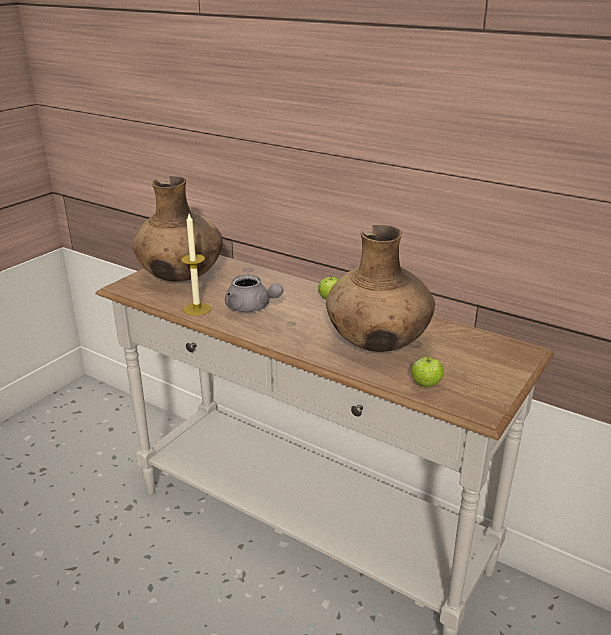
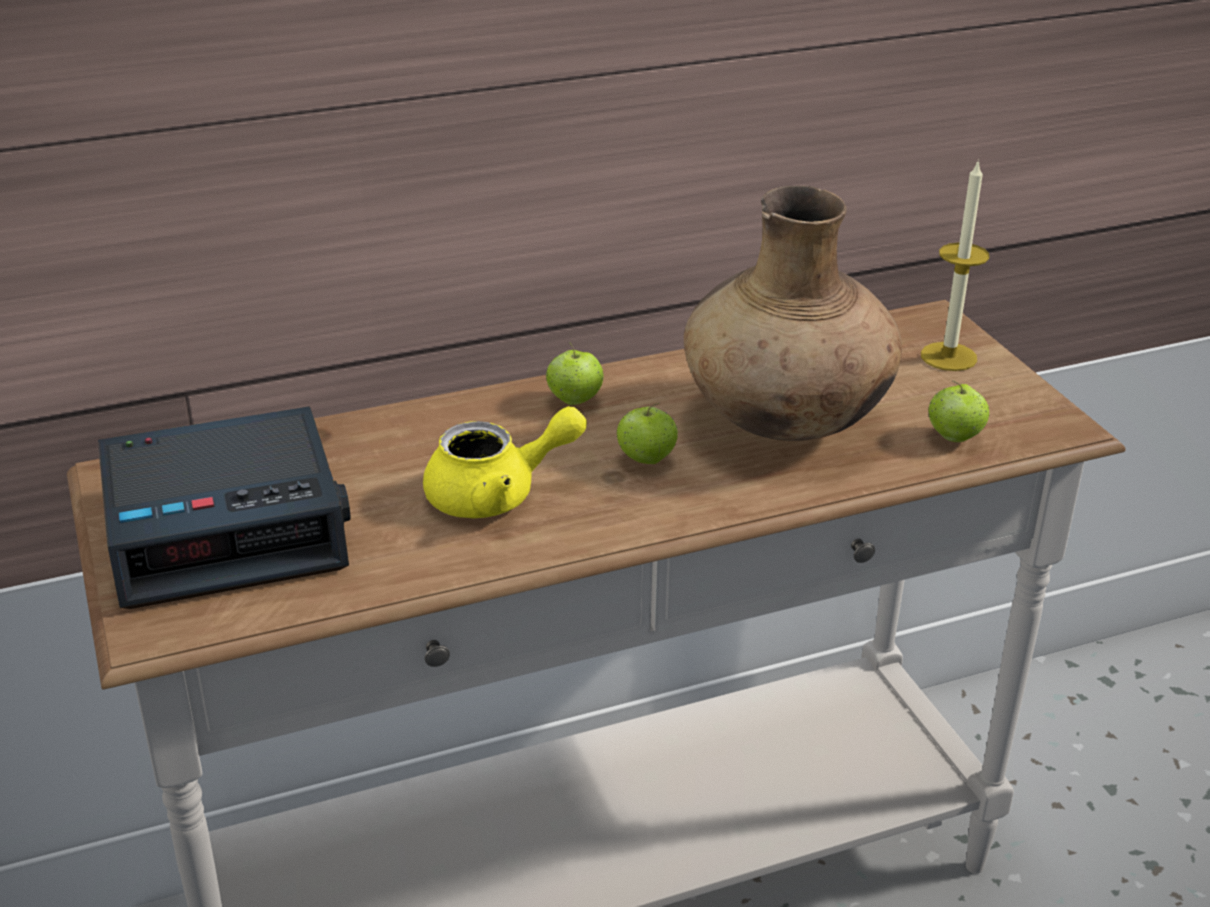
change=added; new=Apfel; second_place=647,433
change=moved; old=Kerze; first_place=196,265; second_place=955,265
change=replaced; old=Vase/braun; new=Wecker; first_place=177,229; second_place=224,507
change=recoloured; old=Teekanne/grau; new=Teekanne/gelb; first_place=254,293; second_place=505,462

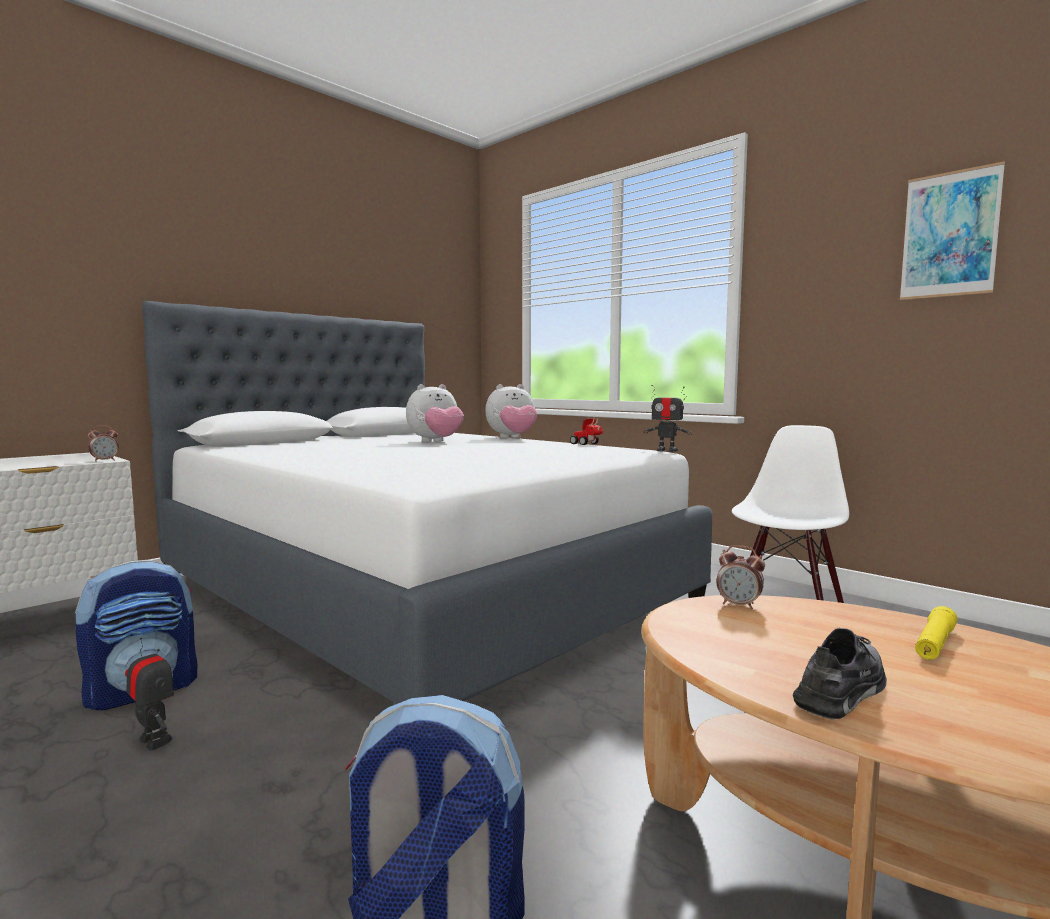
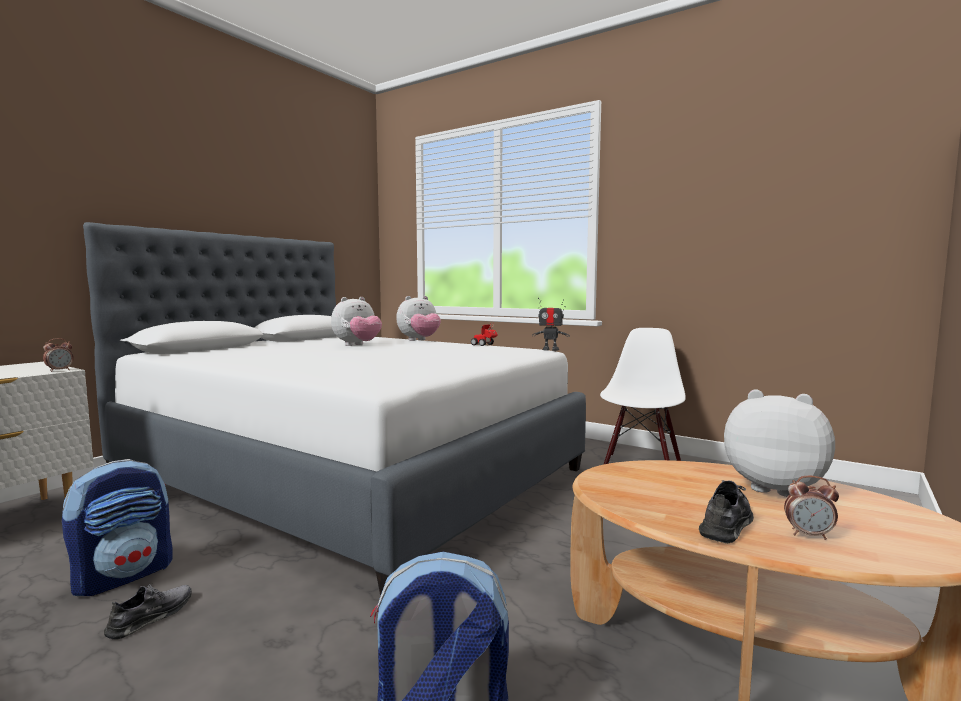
change=removed; old=Bild; first_place=952,230
change=moved; old=Wecker; first_place=740,577; second_place=811,508
change=replaced; old=Spielzeugroboter; new=Schuh/grau; first_place=150,694; second_place=148,611
change=replaced; old=Taschenlampe/gelb; new=Plüschtier; first_place=936,633; second_place=779,443

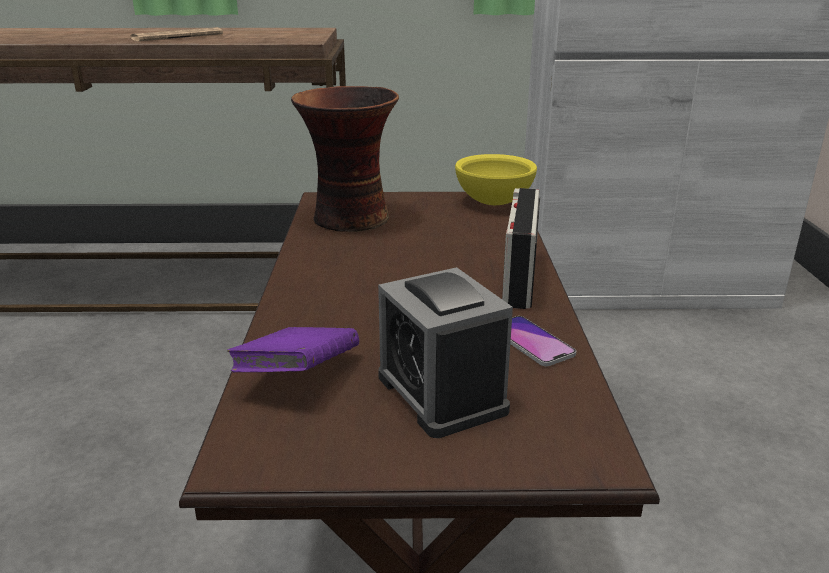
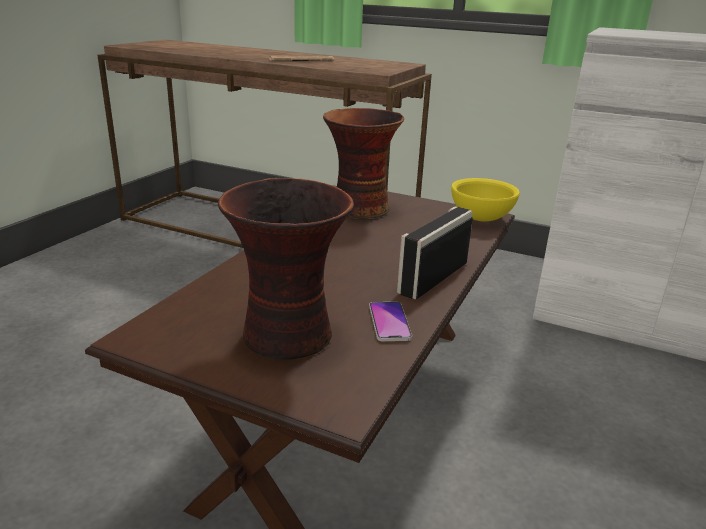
change=removed; old=Buch/lila; first_place=293,349
change=replaced; old=Wecker; new=Vase; first_place=445,352; second_place=286,269

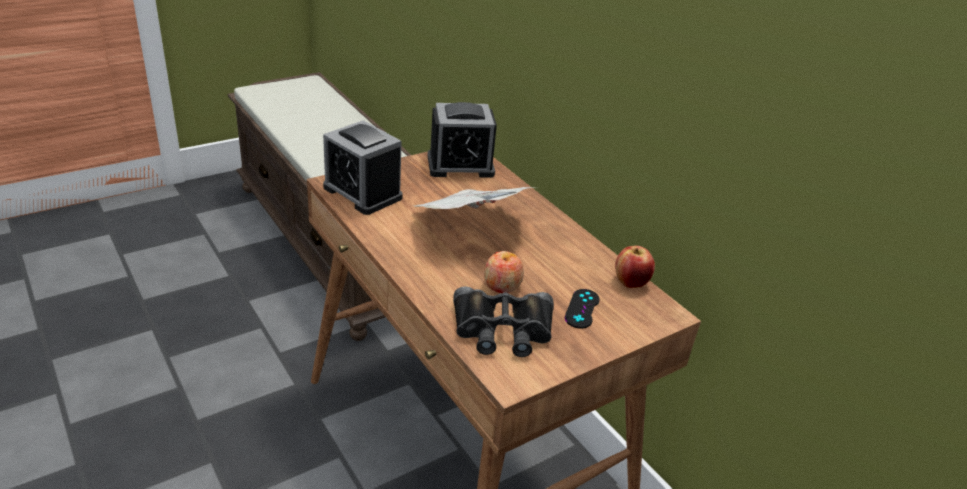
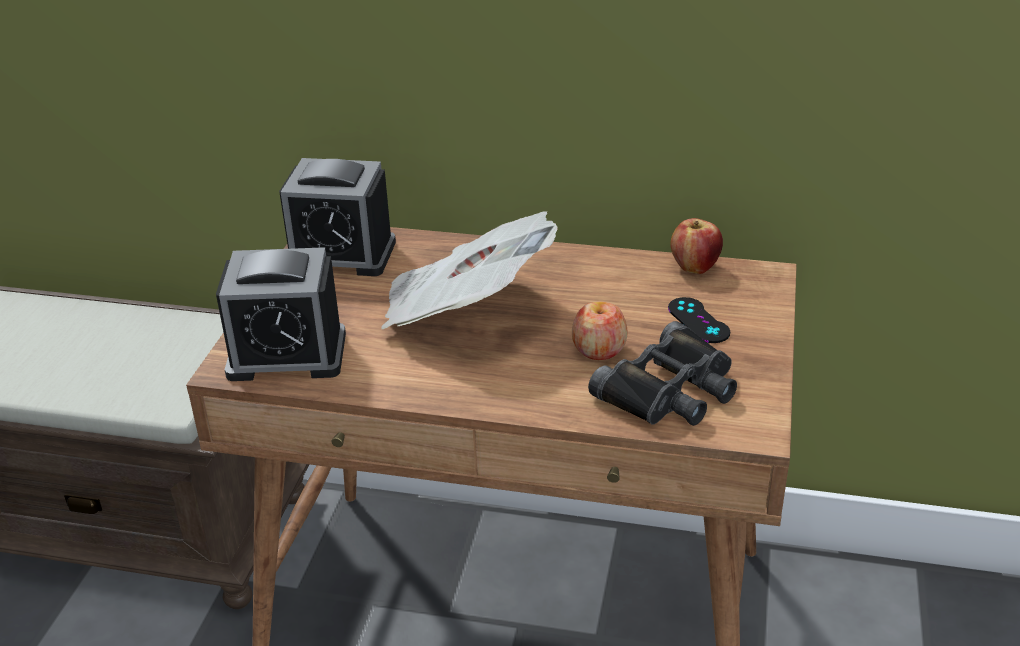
change=turned; old=Wecker; first_place=462,139; second_place=337,217; degrees=60

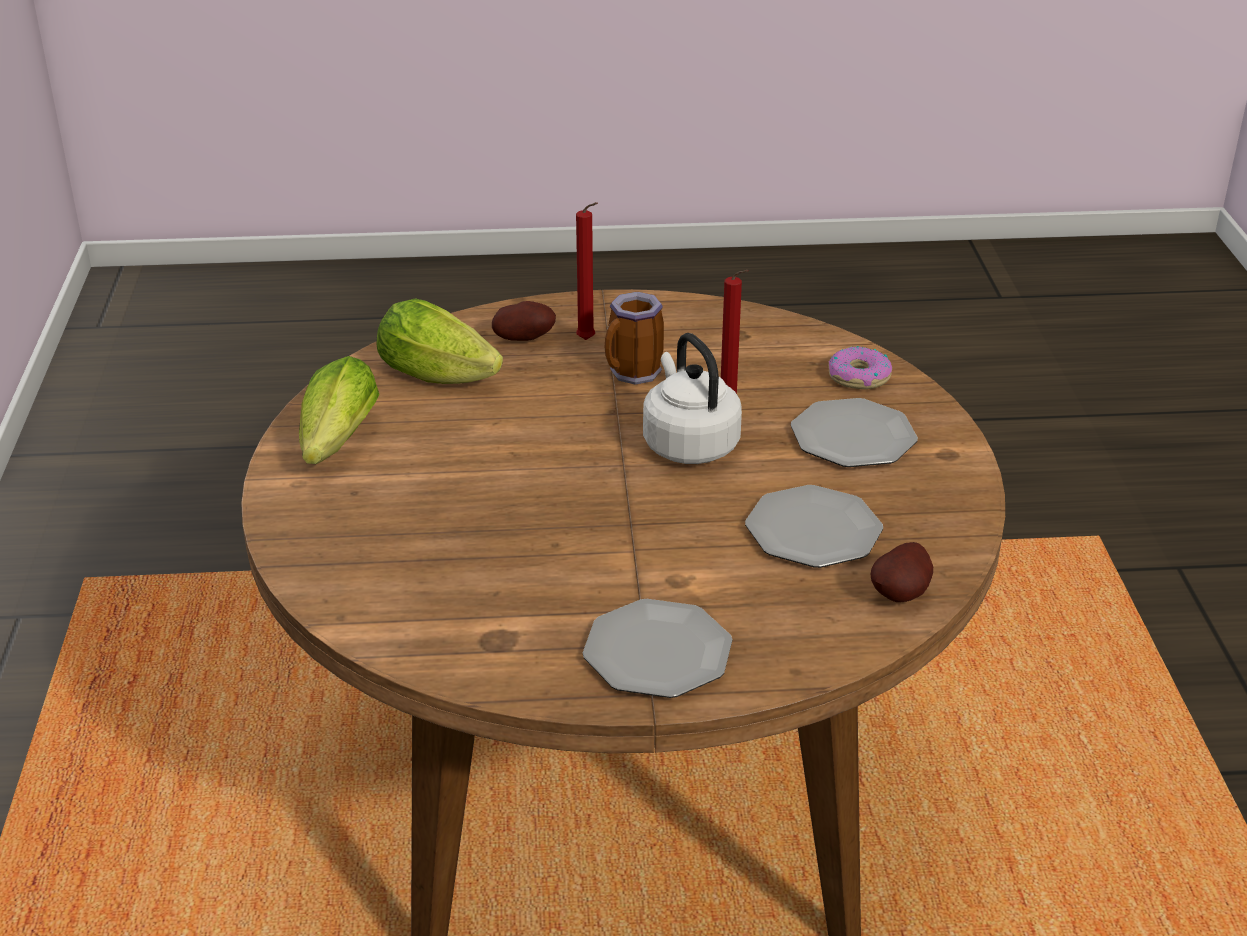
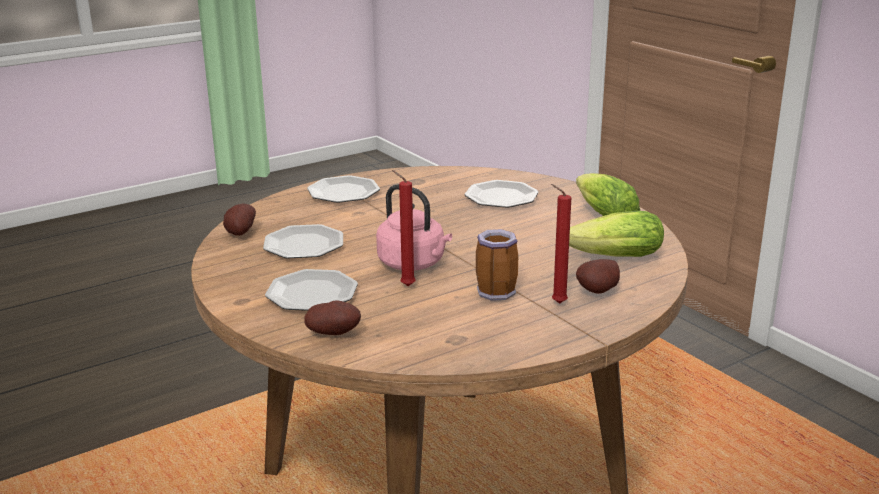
change=added; new=Teller; second_place=502,194
change=replaced; old=Donut; new=Kartoffel; first_place=860,367; second_place=332,317
change=recoloured; old=Wasserkessel/weiß; new=Wasserkessel/rosa; first_place=692,398; second_place=414,227

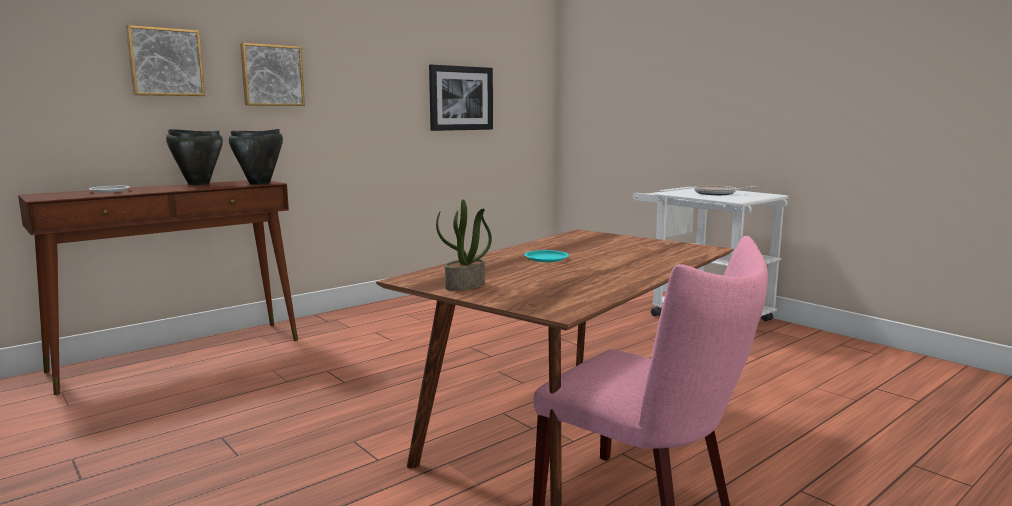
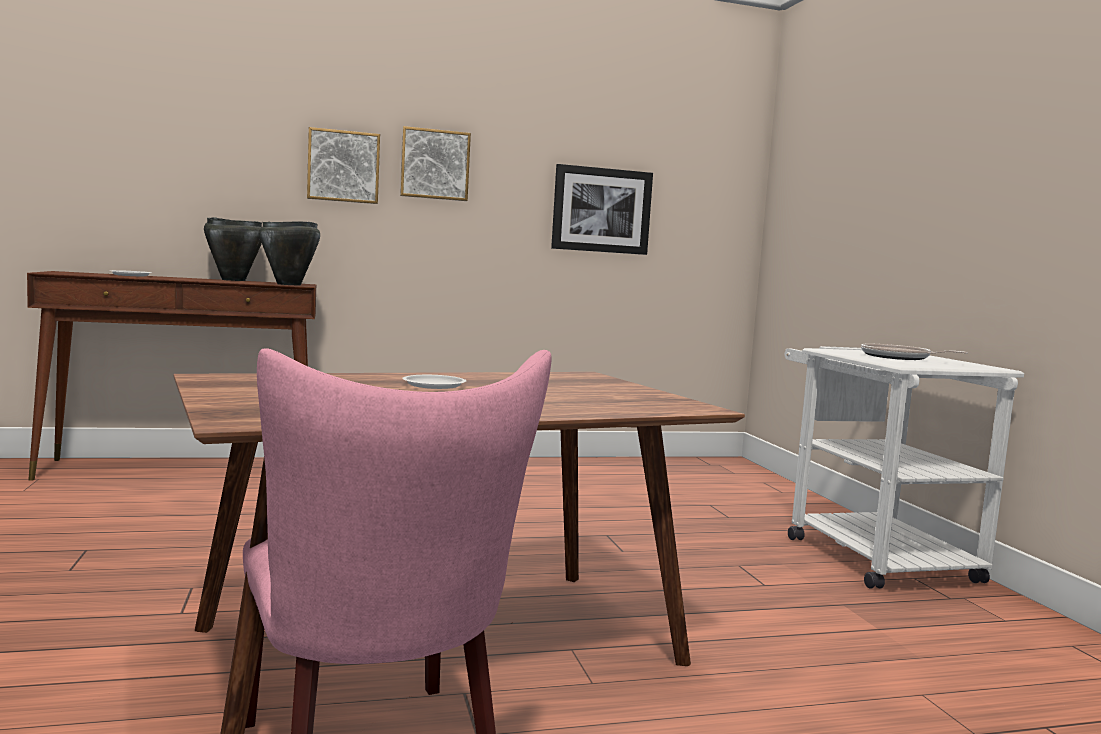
change=removed; old=Topfpflanze; first_place=464,245
change=moved; old=Bild; first_place=165,60; second_place=435,163
change=recoloured; old=Teller/türkis; new=Teller/weiß; first_place=546,256; second_place=434,382

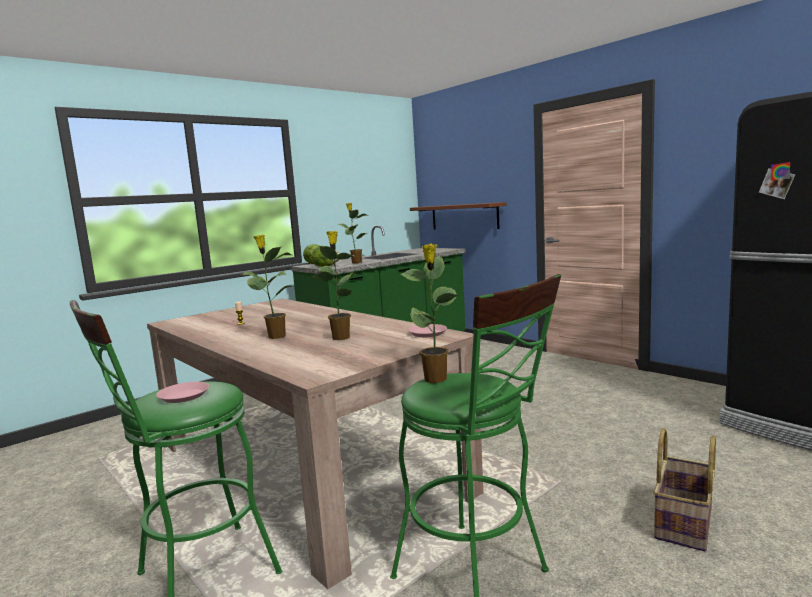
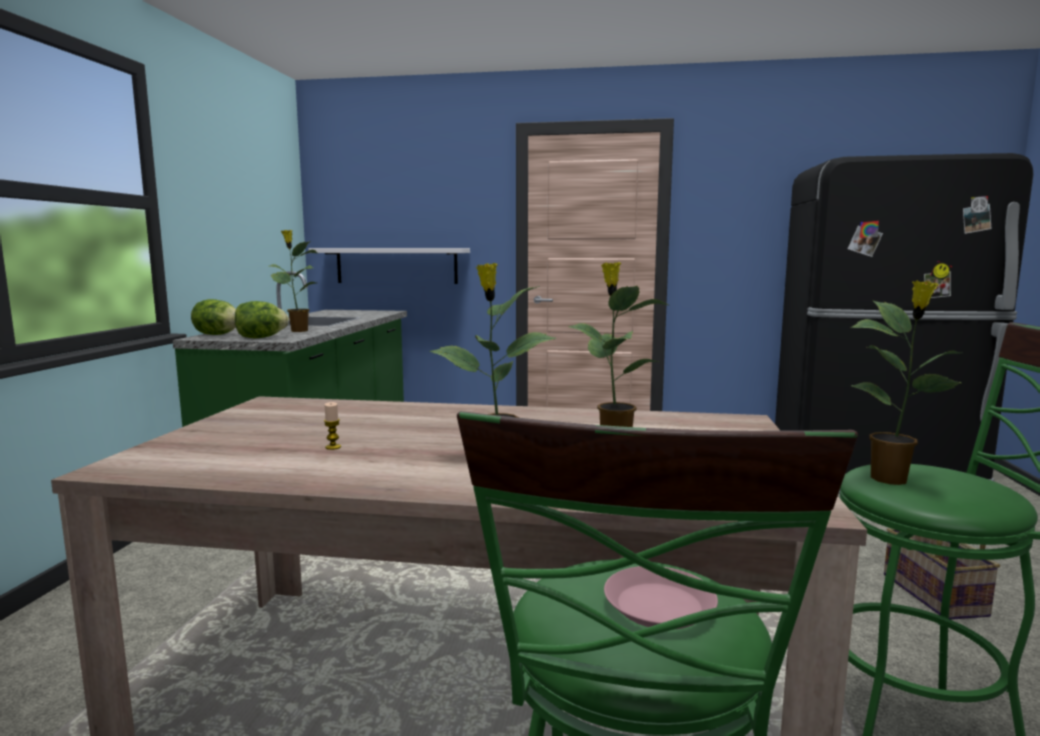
change=removed; old=Teller/rosa; first_place=427,330
change=recoloured; old=Wandregal/braun; new=Wandregal/weiß; first_place=458,215; second_place=389,266

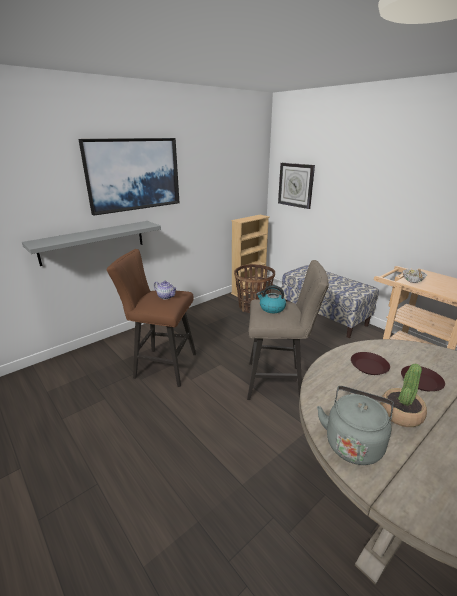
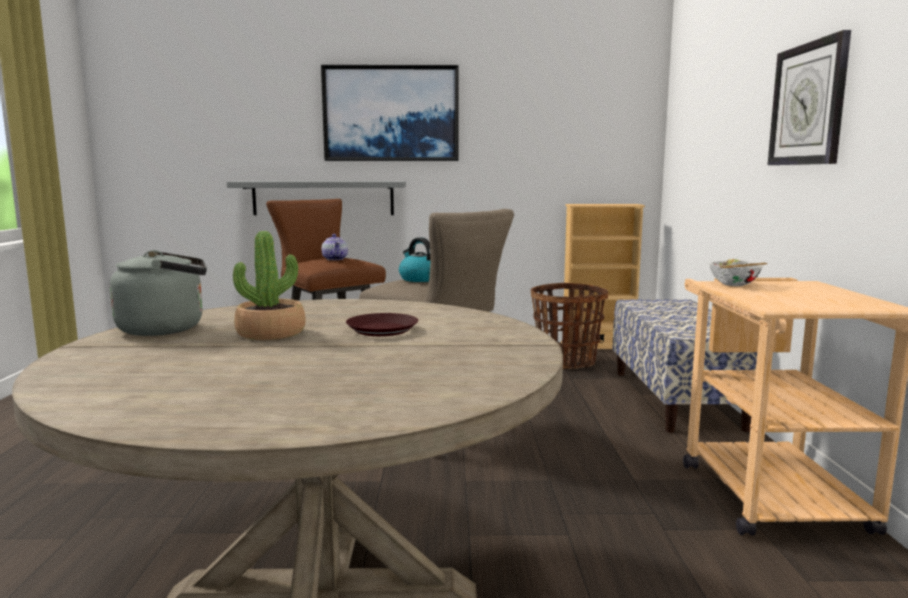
change=removed; old=Teller/braun; first_place=370,363
change=moved; old=Wanduhr; first_place=296,186; second_place=809,97

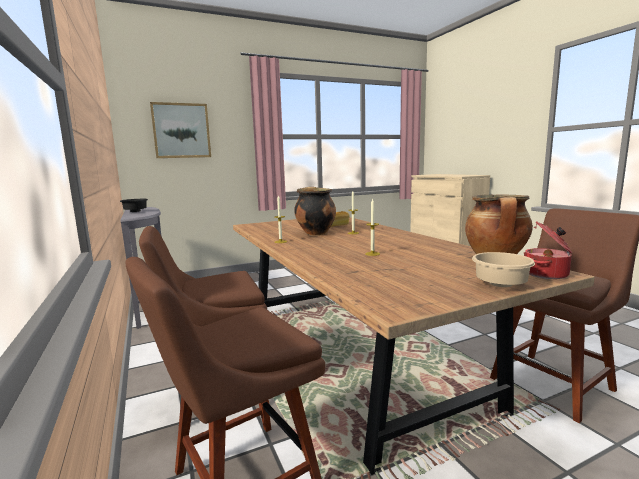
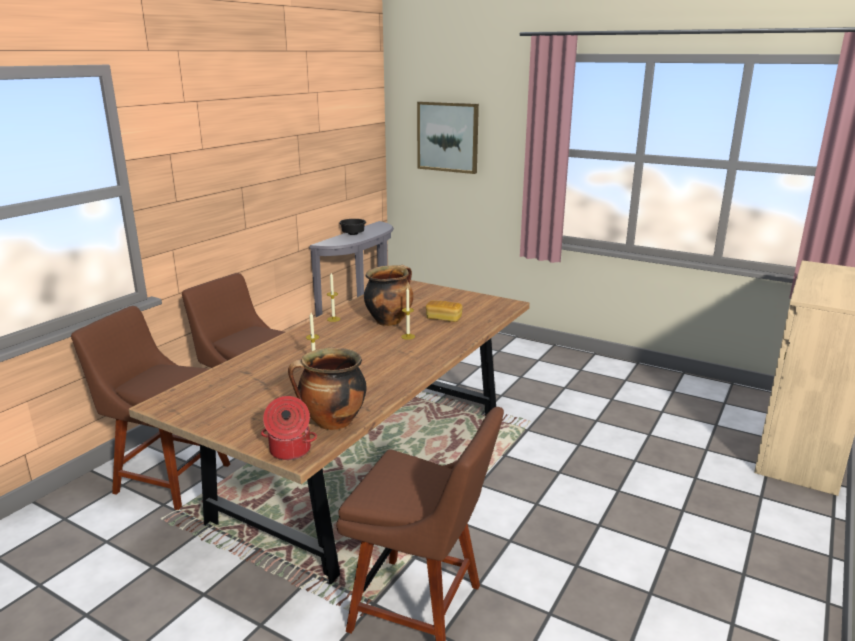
change=removed; old=Schüssel/beige; first_place=503,269

